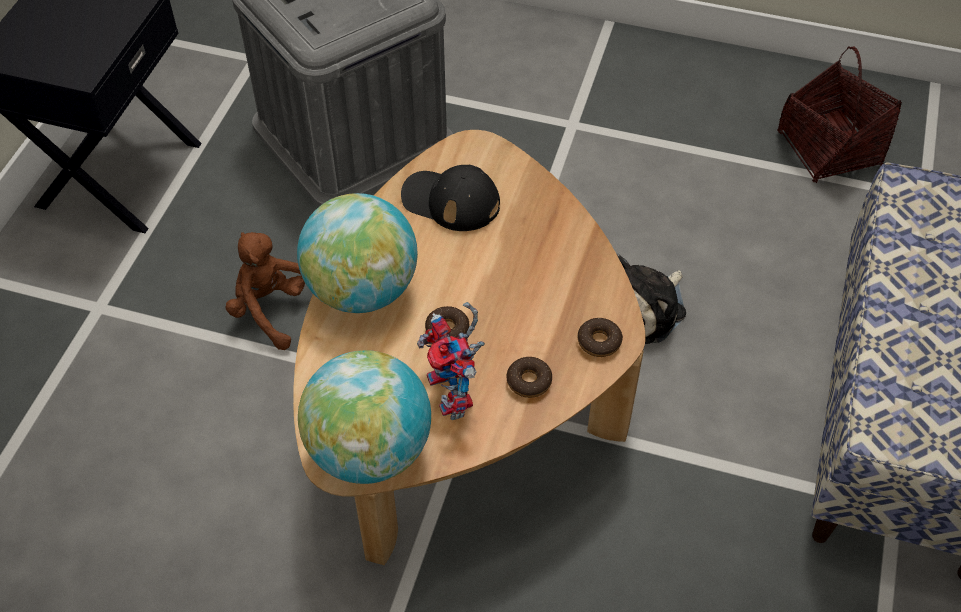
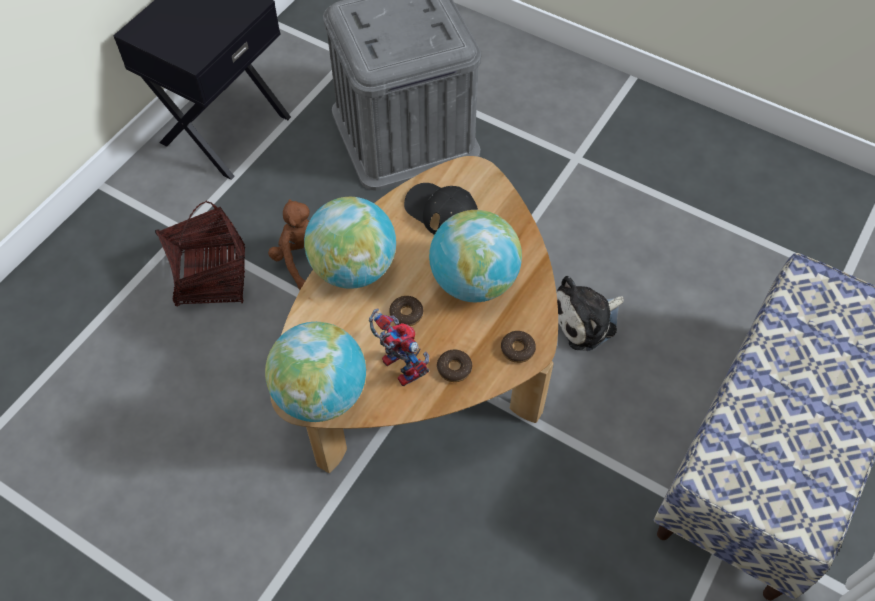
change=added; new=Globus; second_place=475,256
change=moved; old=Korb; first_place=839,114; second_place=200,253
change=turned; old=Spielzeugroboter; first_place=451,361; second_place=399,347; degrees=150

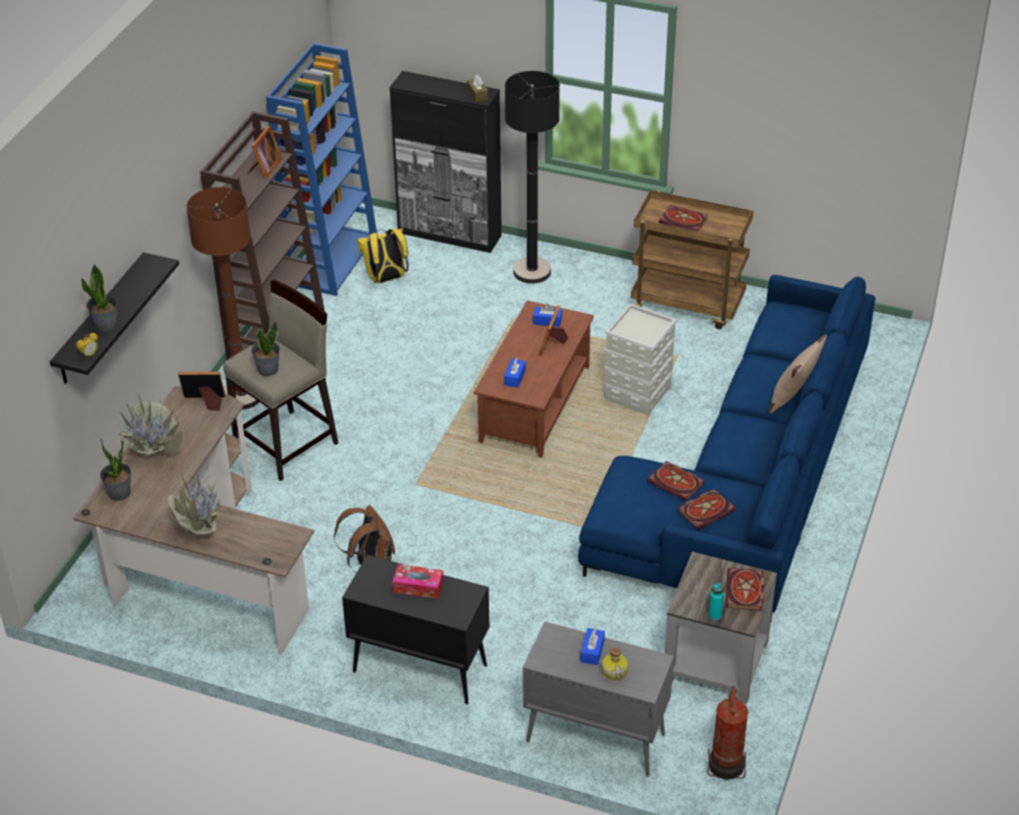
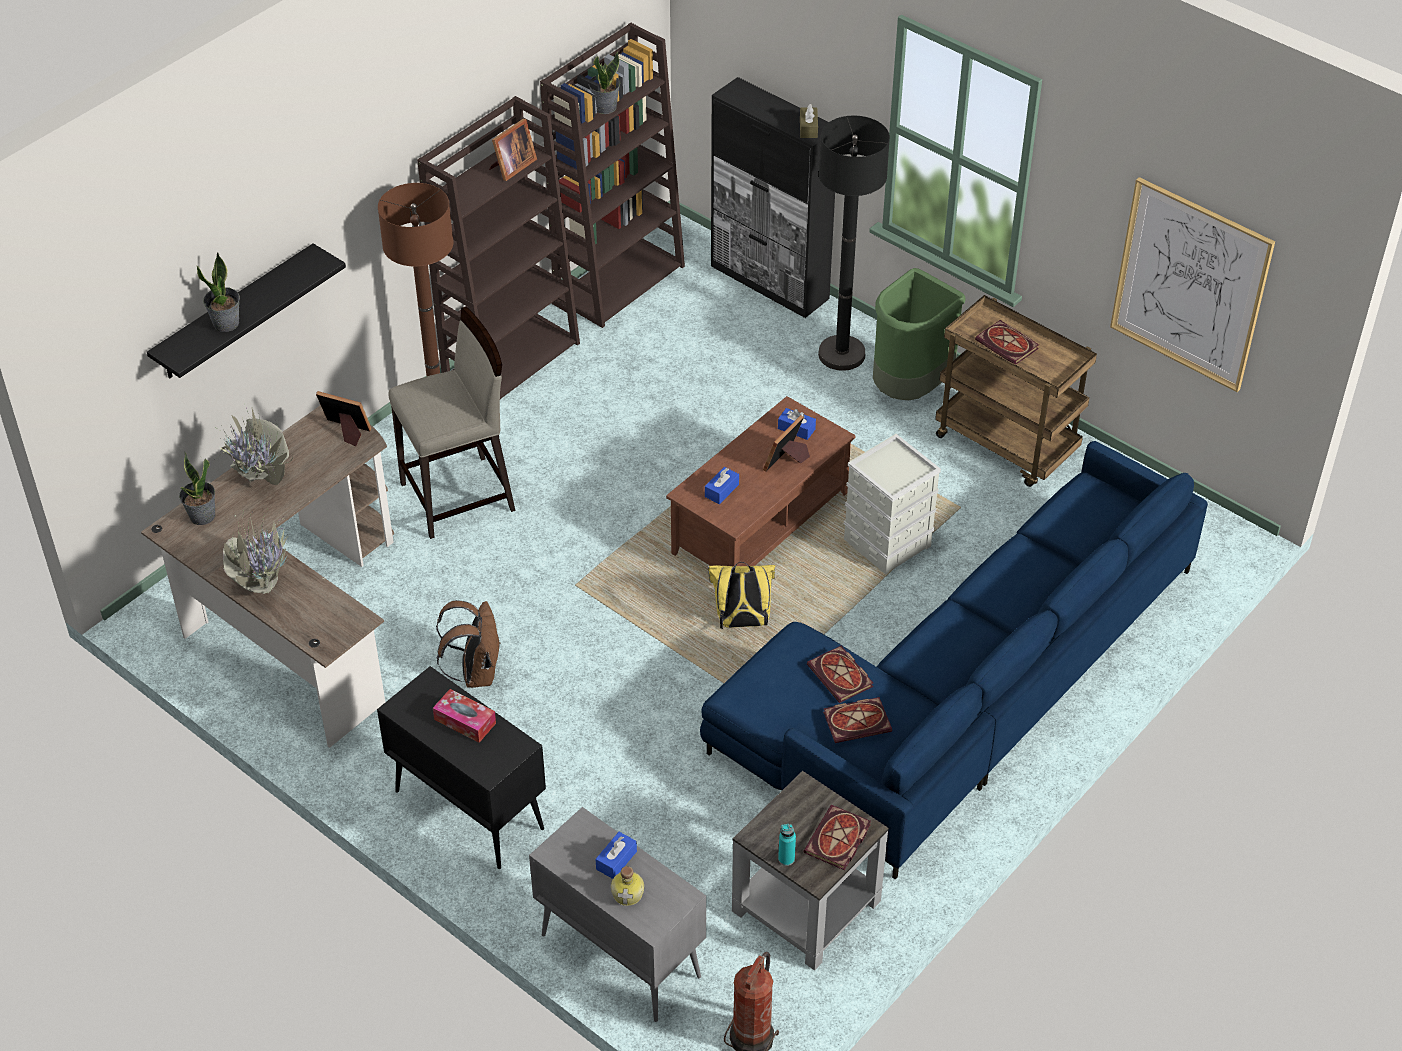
change=removed; old=Wecker; first_place=87,345
change=removed; old=Kissen/beige; first_place=797,374
change=added; new=Mülleimer/grün; second_place=919,334
change=added; new=Bild; second_place=1192,284
change=moved; old=Topfpflanze; first_place=265,348; second_place=604,83
change=moved; old=Rucksack/gelb; first_place=382,255; second_place=741,595
change=recoloured; old=Bücherregal/blau; new=Bücherregal/braun; first_place=321,169; second_place=612,175

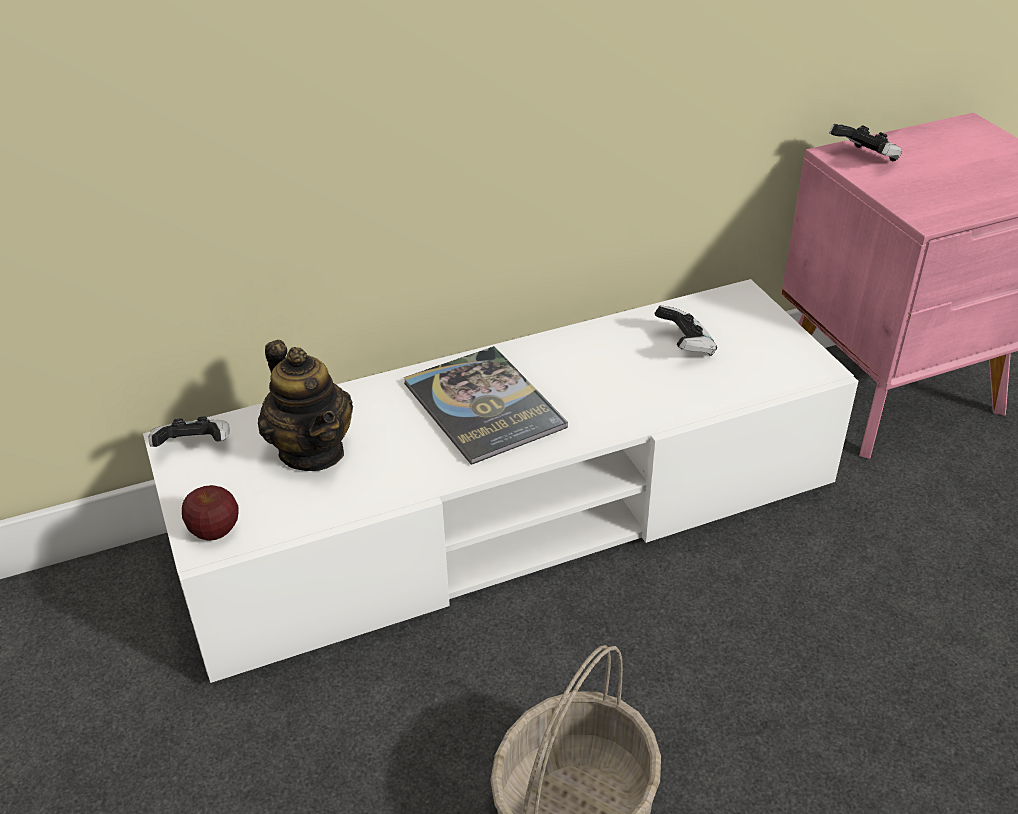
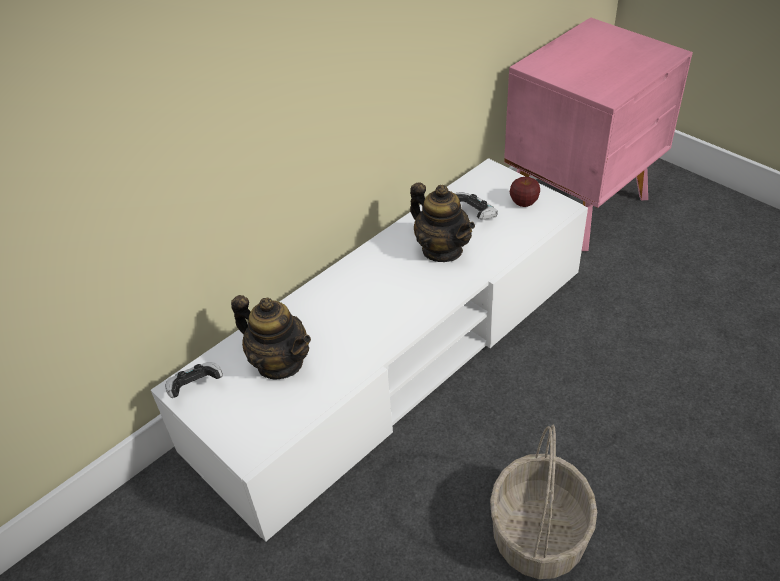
change=removed; old=Buch; first_place=485,405
change=removed; old=Gamepad; first_place=865,143
change=added; new=Teekanne; second_place=442,222
change=moved; old=Apfel; first_place=210,513; second_place=525,192

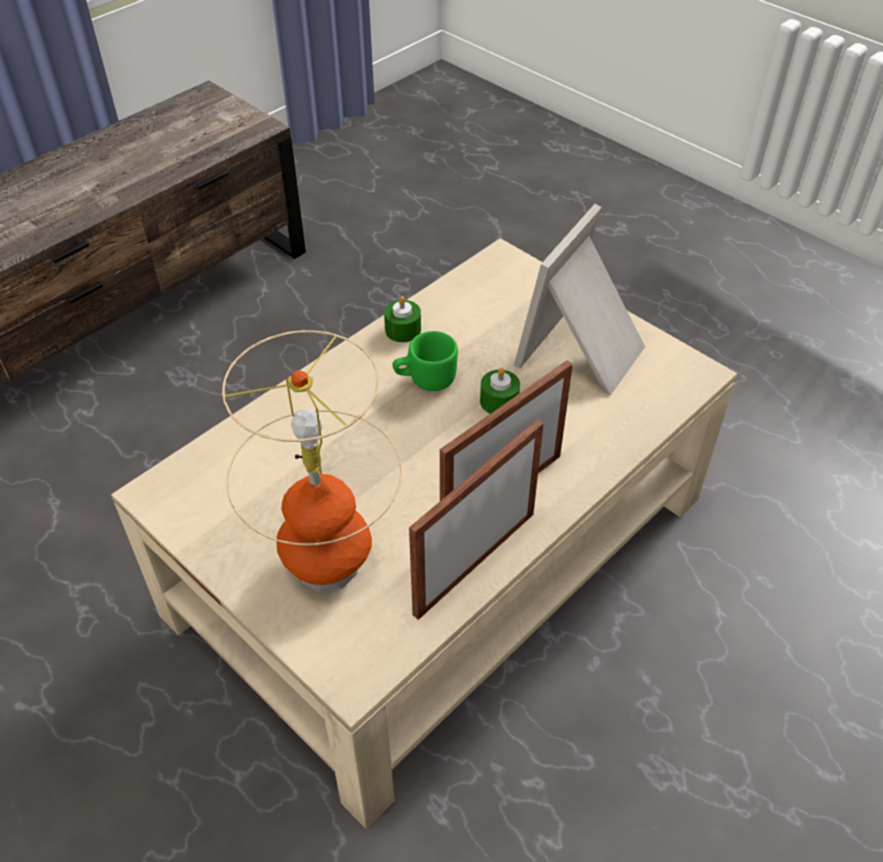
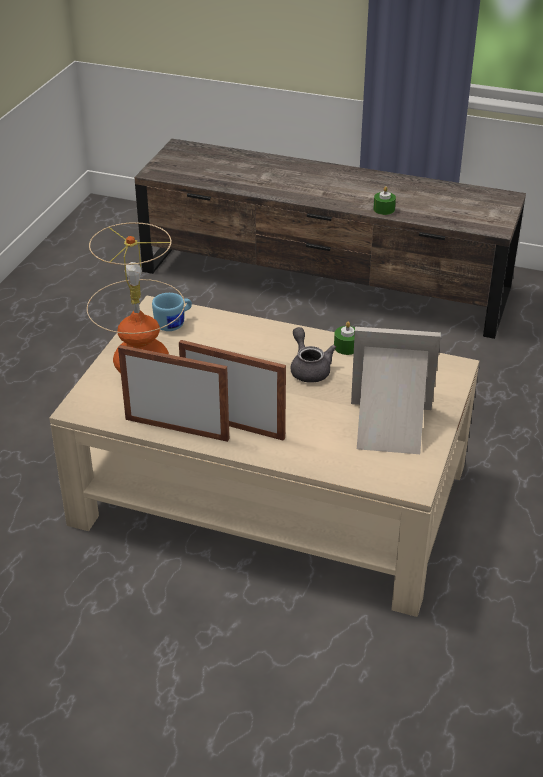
change=added; new=Henkelbecher/blau; second_place=172,312
change=moved; old=Kerze/grün; first_place=500,390; second_place=384,200
change=replaced; old=Henkelbecher/grün; new=Teekanne/grau; first_place=425,361; second_place=313,355

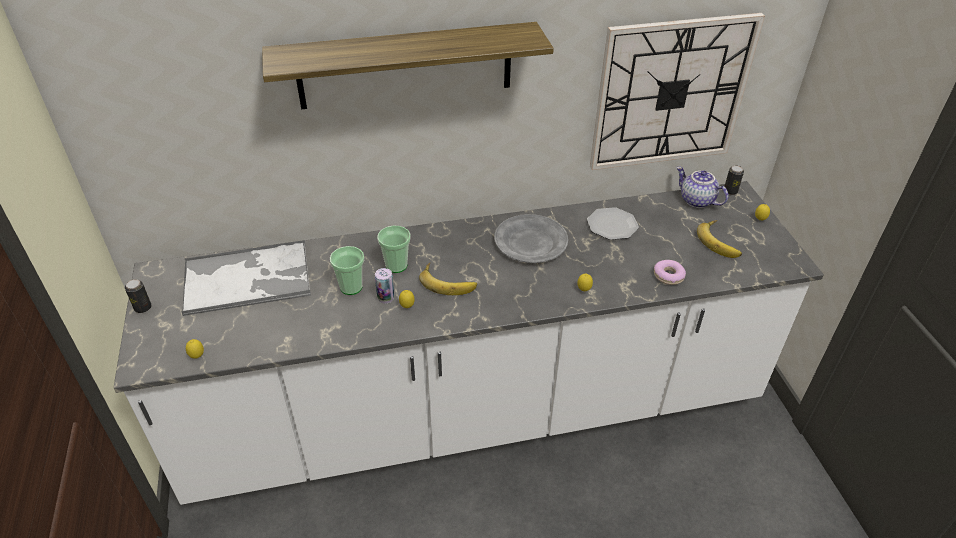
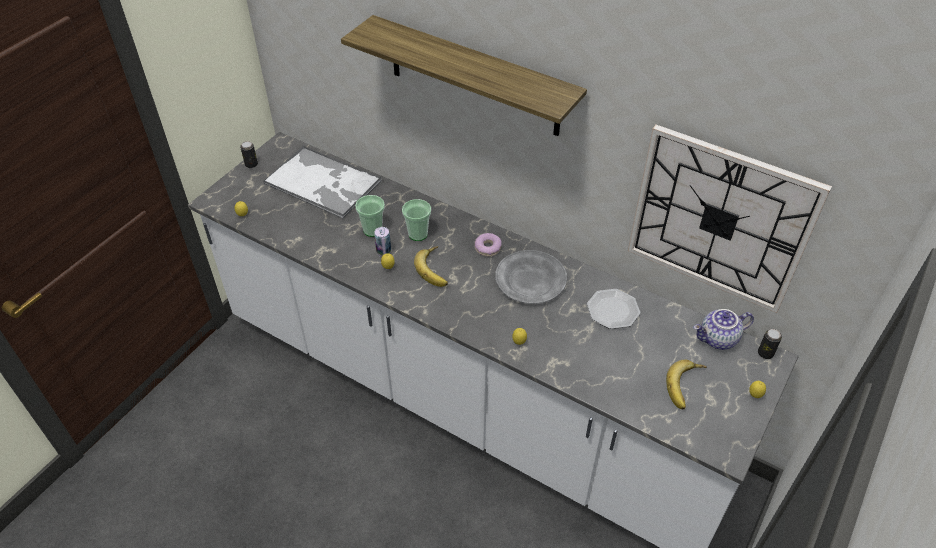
change=moved; old=Donut; first_place=670,272; second_place=488,244
change=turned; old=Teekanne; first_place=702,187; second_place=723,329; degrees=-105

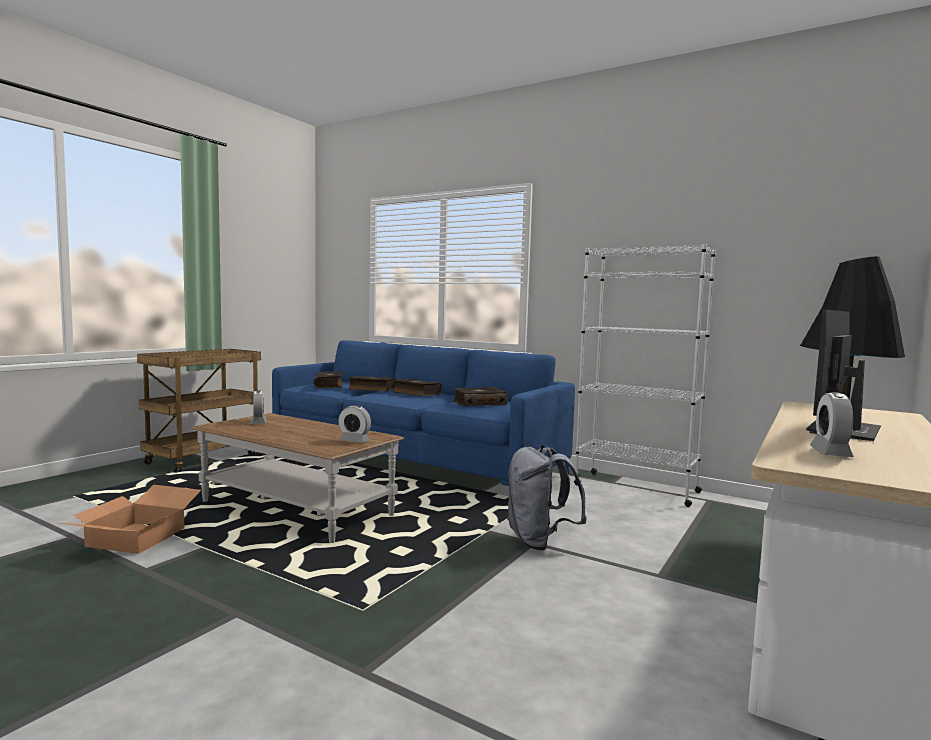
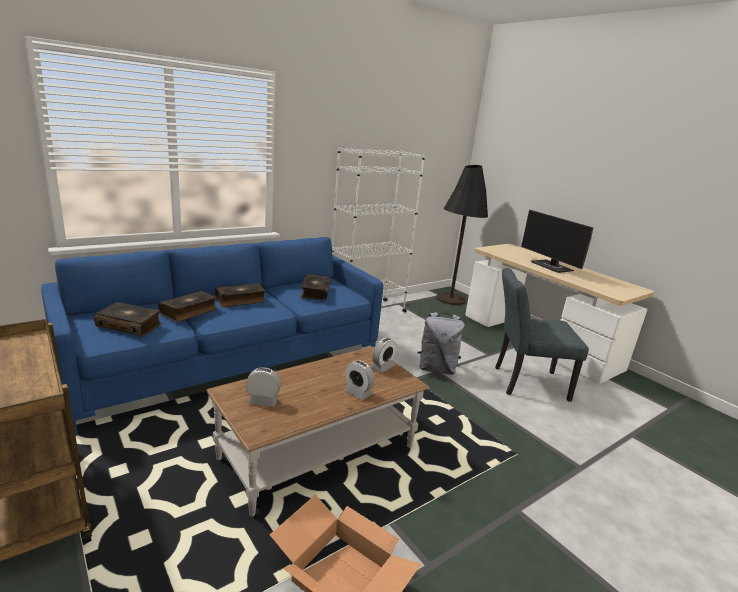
change=added; new=Stuhl/grau; second_place=542,335
change=moved; old=Wecker; first_place=832,424; second_place=359,380

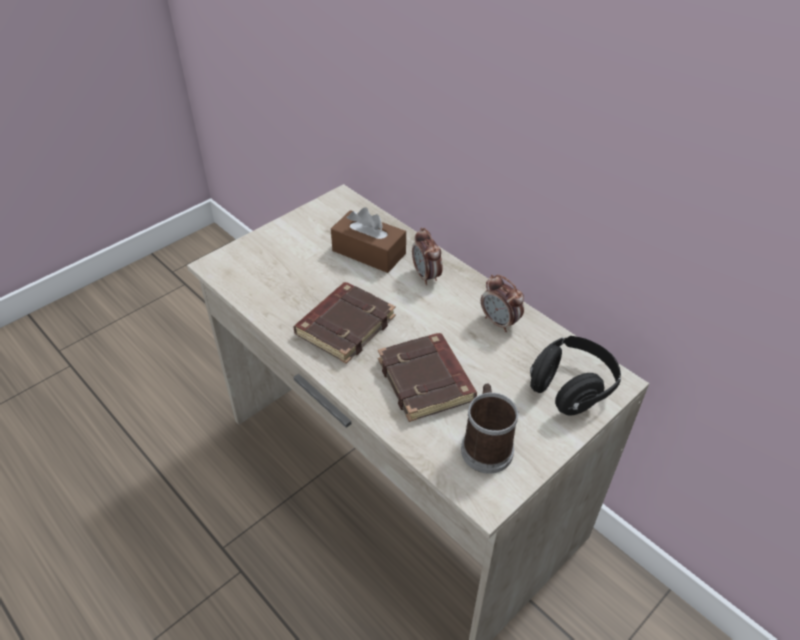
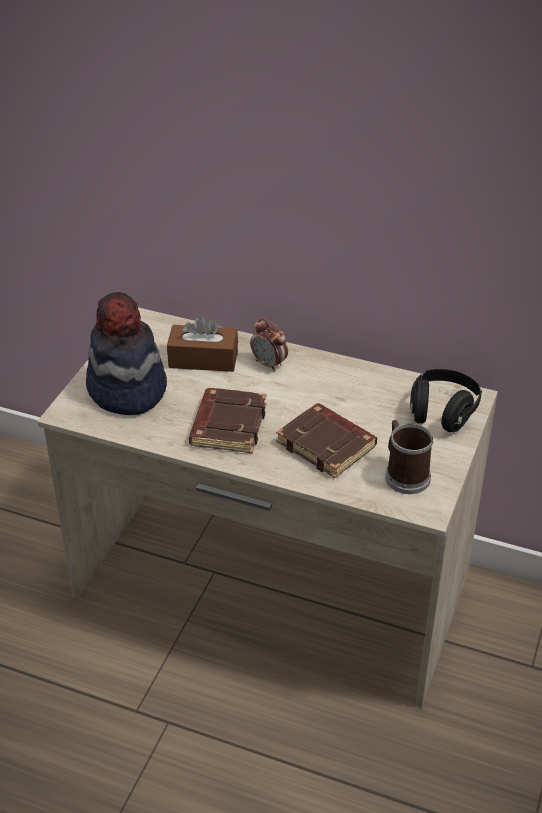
change=removed; old=Wecker; first_place=502,303
change=added; new=Hut; second_place=126,353

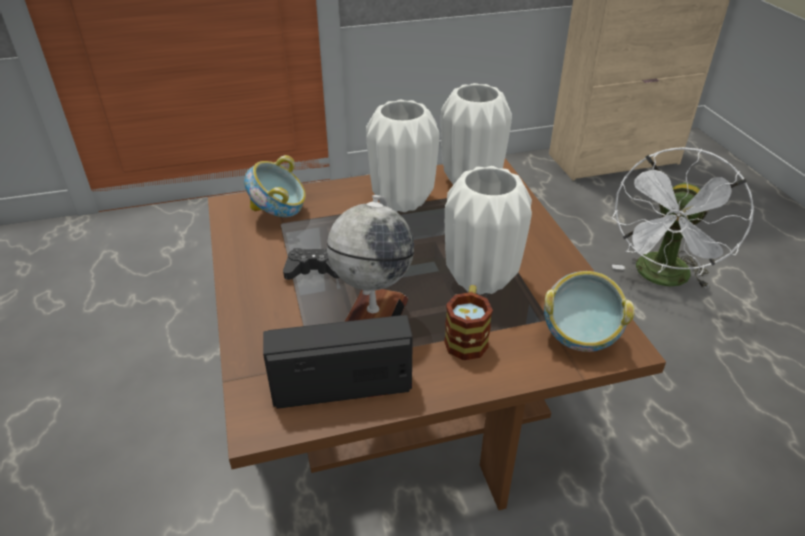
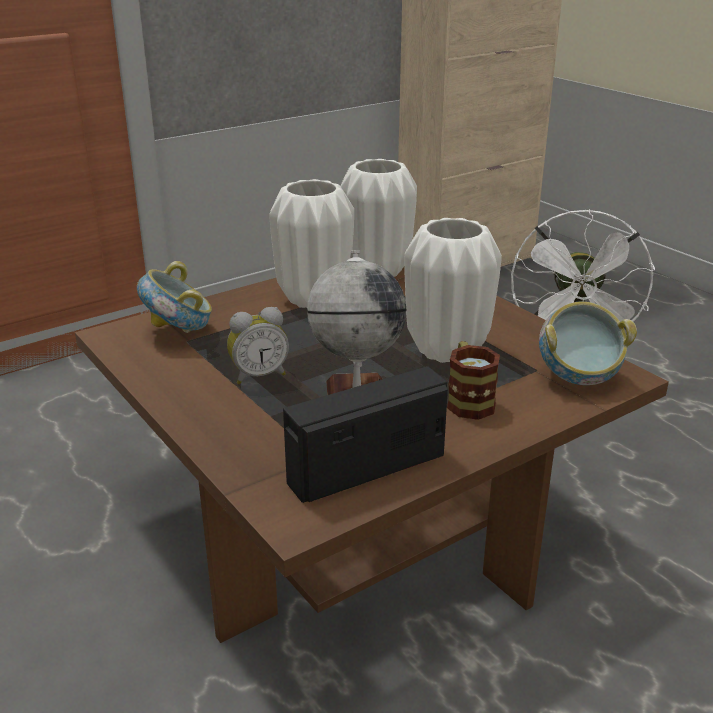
change=replaced; old=Gamepad/schwarz; new=Wecker; first_place=311,264; second_place=258,345

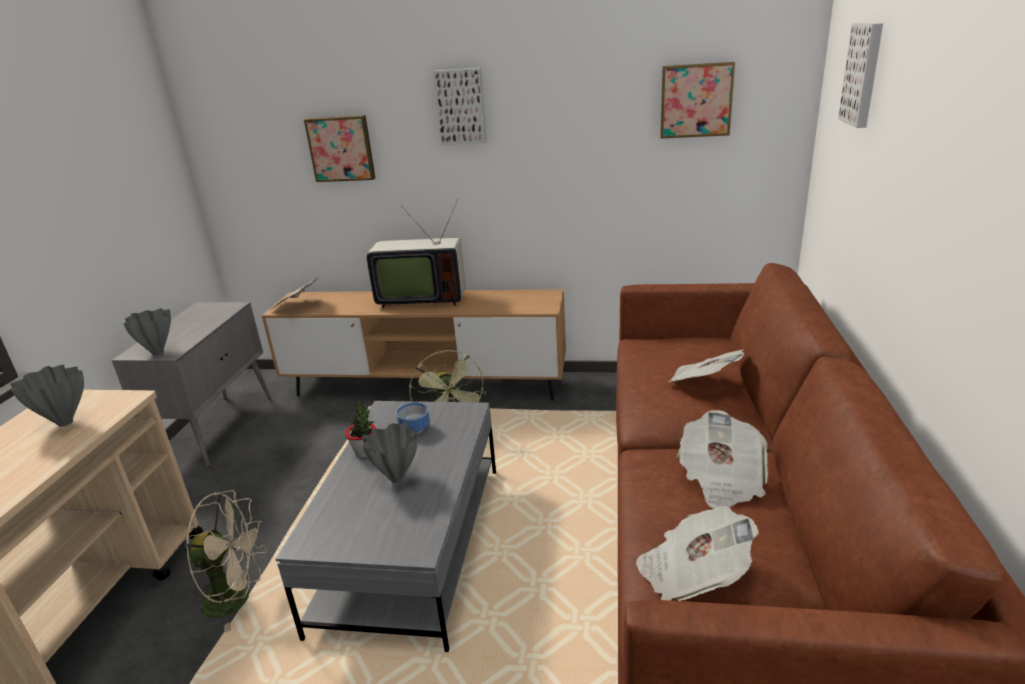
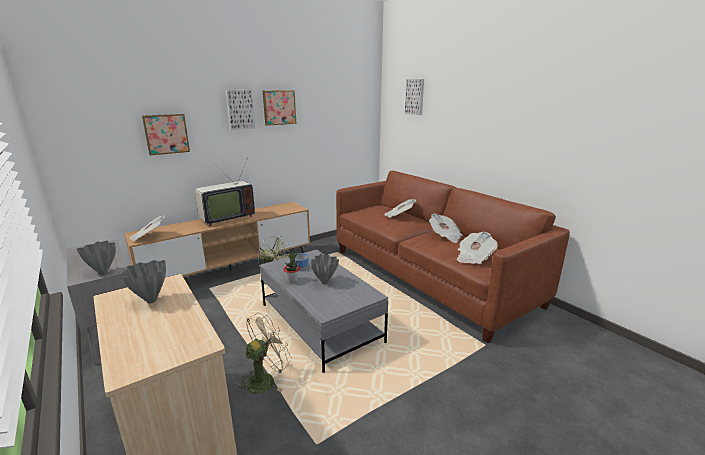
change=moved; old=Bild; first_place=697,100; second_place=279,108

